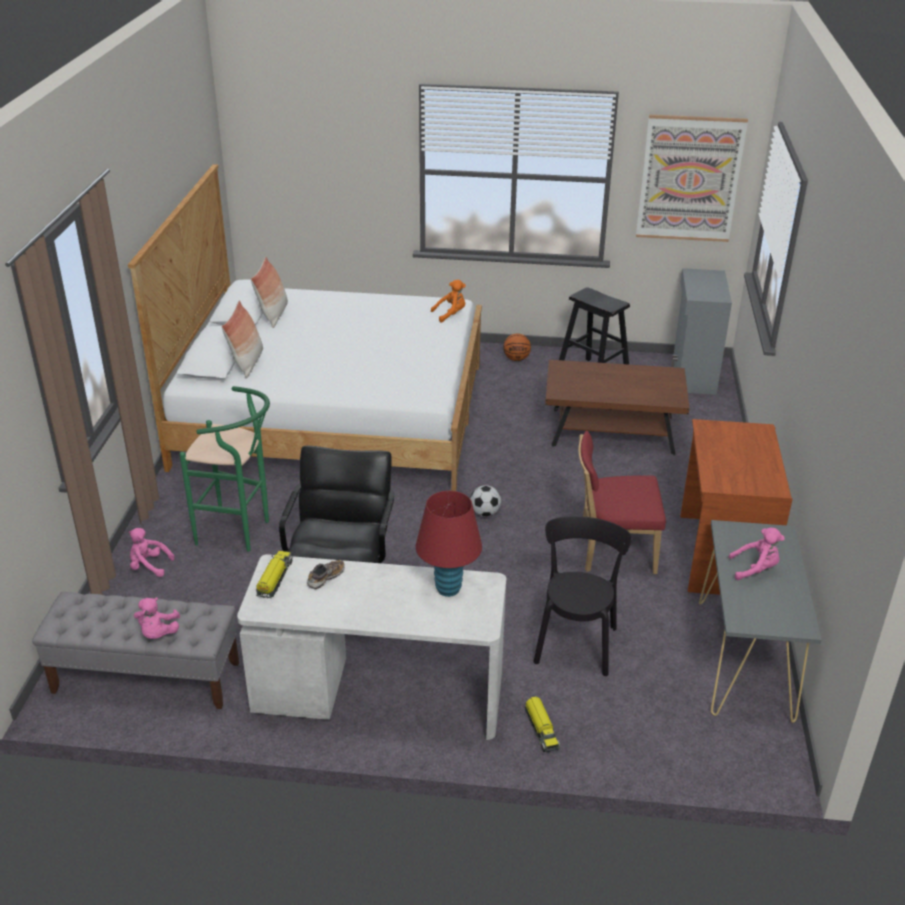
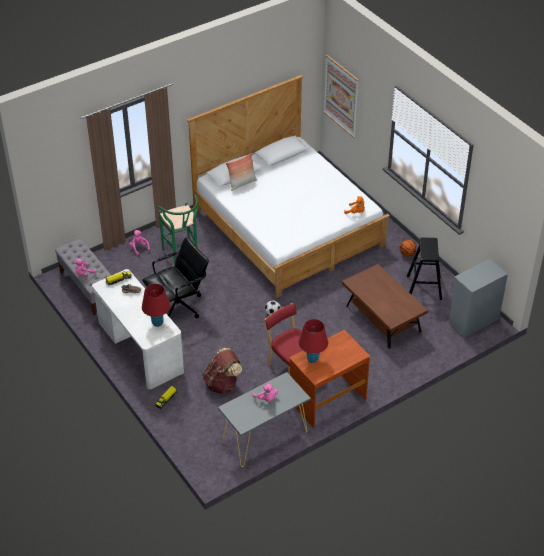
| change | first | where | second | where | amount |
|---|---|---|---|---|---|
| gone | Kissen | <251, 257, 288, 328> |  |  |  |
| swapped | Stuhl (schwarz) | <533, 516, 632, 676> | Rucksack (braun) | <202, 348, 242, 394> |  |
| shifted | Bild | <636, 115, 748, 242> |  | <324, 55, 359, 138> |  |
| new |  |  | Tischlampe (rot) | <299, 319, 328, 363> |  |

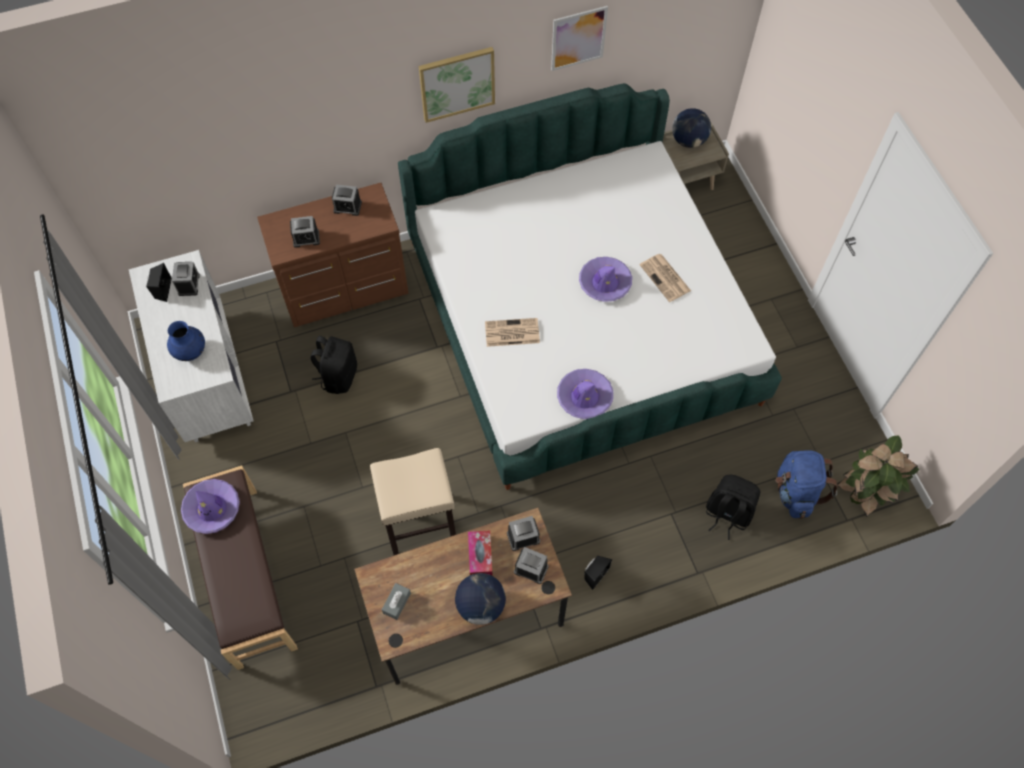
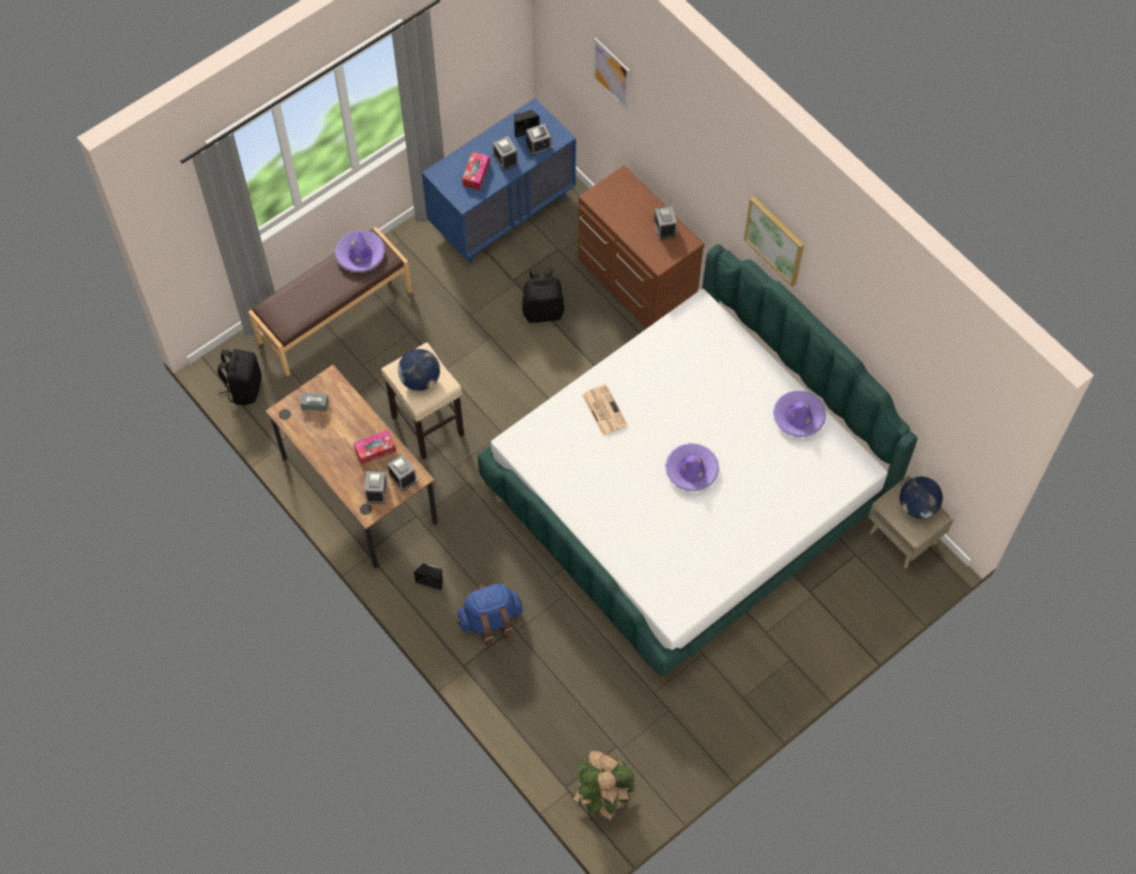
| change | first | where | second | where | amount |
|---|---|---|---|---|---|
| repainted | Kommode (weiß) | <129, 250, 253, 442> | Kommode (blau) | <422, 98, 576, 263> |  |
| swapped | Vase (blau) | <167, 321, 205, 361> | Taschentuchbox | <462, 152, 490, 190> |  |
| shifted | Wecker | <290, 216, 320, 248> |  | <493, 136, 518, 171> |  |
| shifted | Globus | <455, 573, 506, 625> |  | <398, 349, 440, 391> |  |
| shifted | Bild | <551, 6, 608, 71> |  | <593, 37, 630, 110> |  |
| shifted | Hut (lila) | <557, 369, 613, 419> |  | <773, 391, 826, 437> |  |
| gone | Zeitung | <640, 254, 691, 302> |  |  |  |
| shifted | Rucksack (schwarz) | <706, 475, 760, 540> |  | <218, 349, 261, 405> |  |
| shifted | Rucksack (blau) | <775, 450, 837, 518> |  | <456, 584, 523, 646> |  |

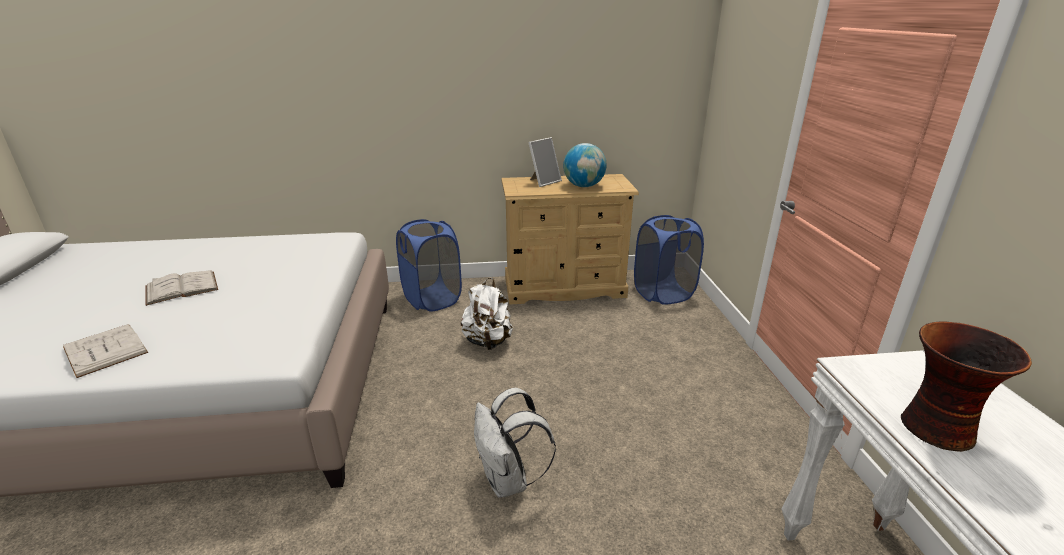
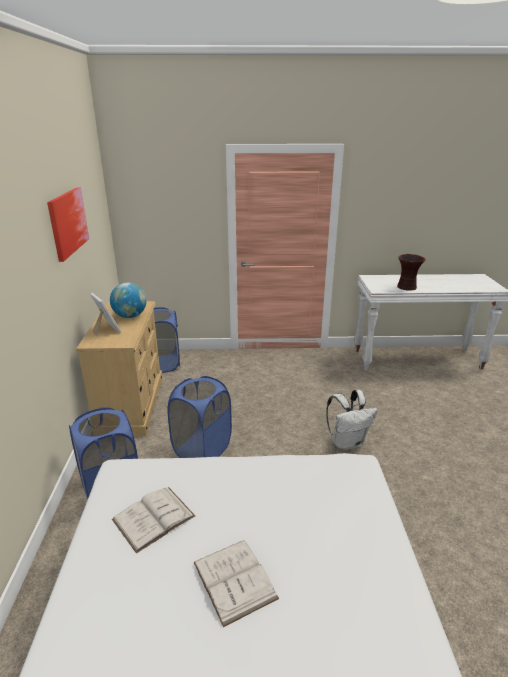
| change | first | where | second | where | amount |
|---|---|---|---|---|---|
| shifted | Buch (weiß) | <63, 324, 148, 378> |  | <112, 487, 195, 553> |  |
| swapped | Rucksack (weiß) | <461, 278, 513, 350> | Wäschekorb (blau) | <167, 376, 232, 458> |  |
| new |  |  | Bild | <47, 187, 89, 262> |  |

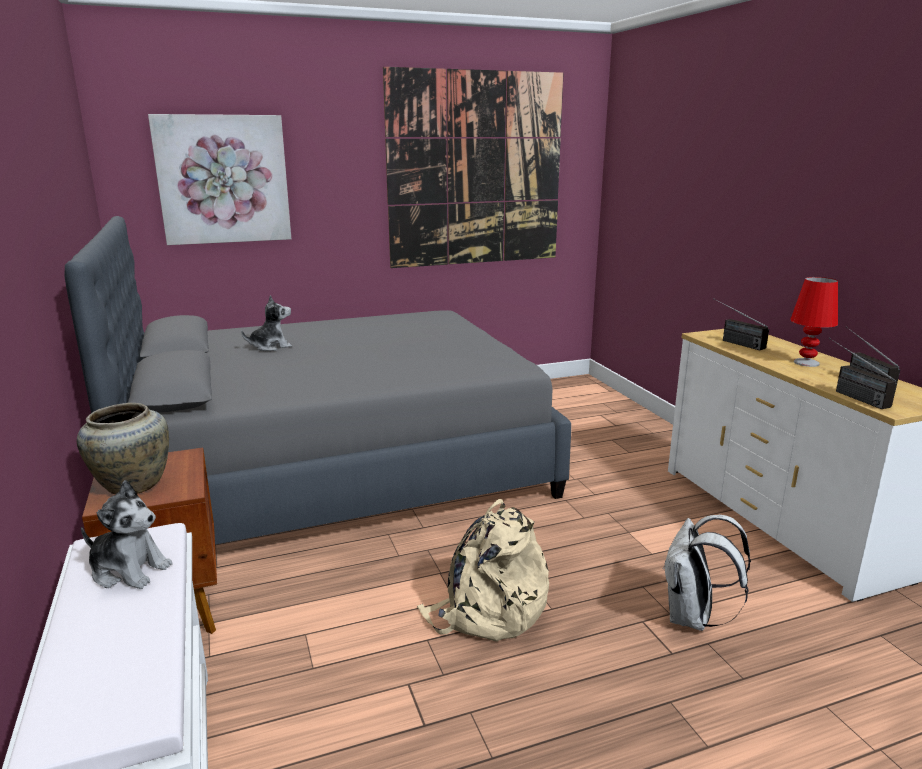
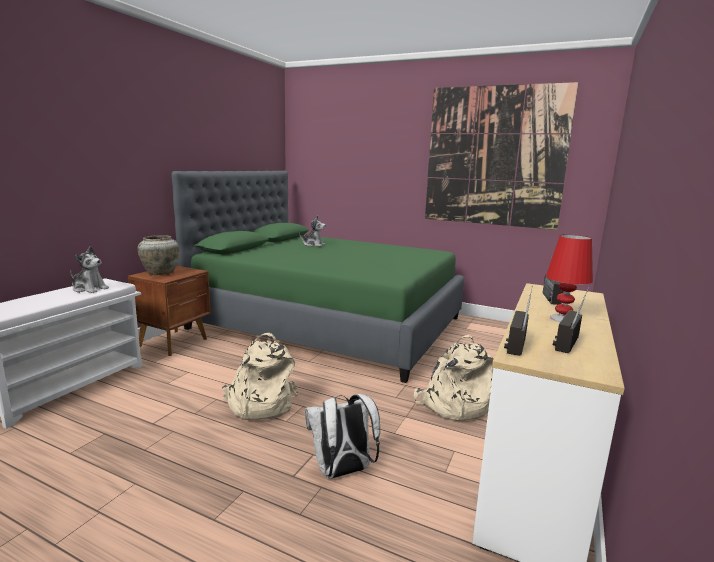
| change | first | where | second | where | amount |
|---|---|---|---|---|---|
| repainted | Bett (grau) | <64, 216, 571, 545> | Bett (grün) | <171, 171, 464, 383> |  |
| rotated | Plüschtier | <81, 480, 172, 589> |  | <70, 246, 109, 293> | 45 degrees counterclockwise |
| gone | Bild | <148, 114, 291, 245> |  |  |  |
| new |  |  | Rucksack (beige) | <414, 335, 493, 421> |  |

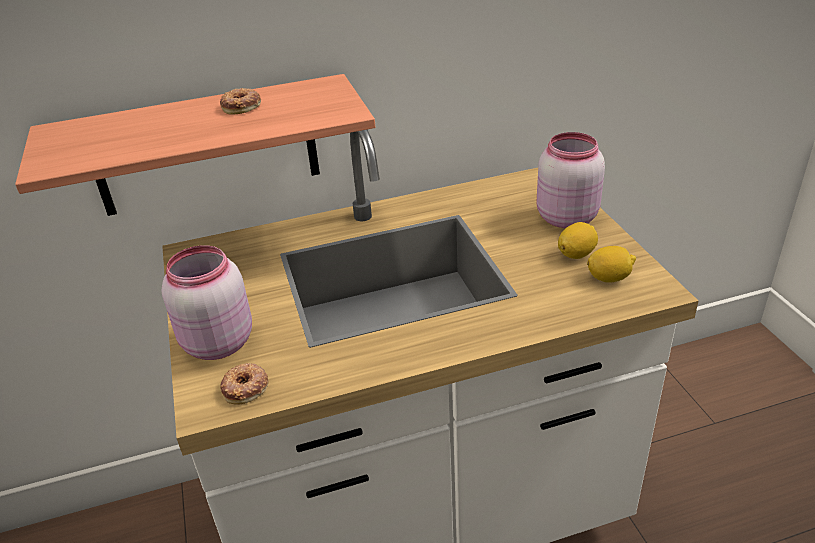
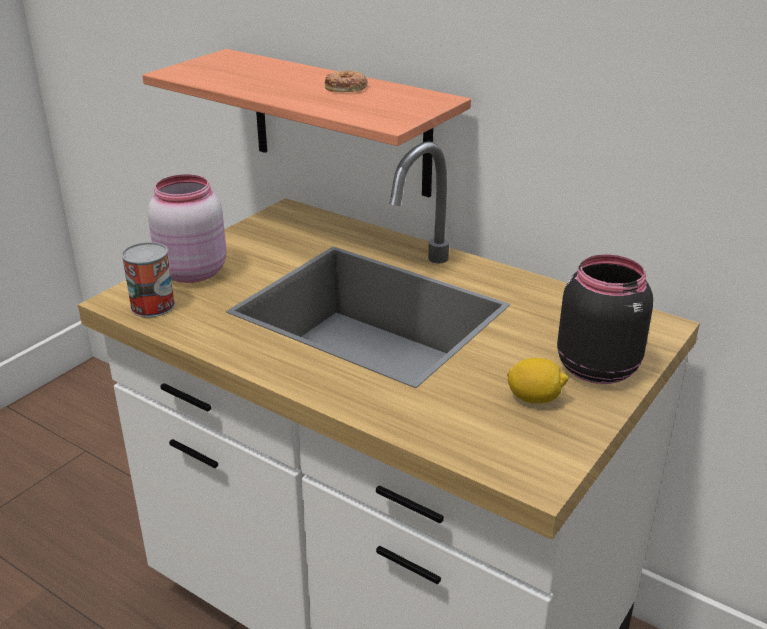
| change | first | where | second | where | amount |
|---|---|---|---|---|---|
| swapped | Donut | <220, 363, 268, 404> | Dose | <121, 242, 175, 317> |  |
| repainted | Vorratsglas (rosa) | <537, 132, 605, 228> | Vorratsglas (schwarz) | <557, 255, 653, 384> |  |
| gone | Zitrone | <587, 246, 636, 282> |  |  |  |

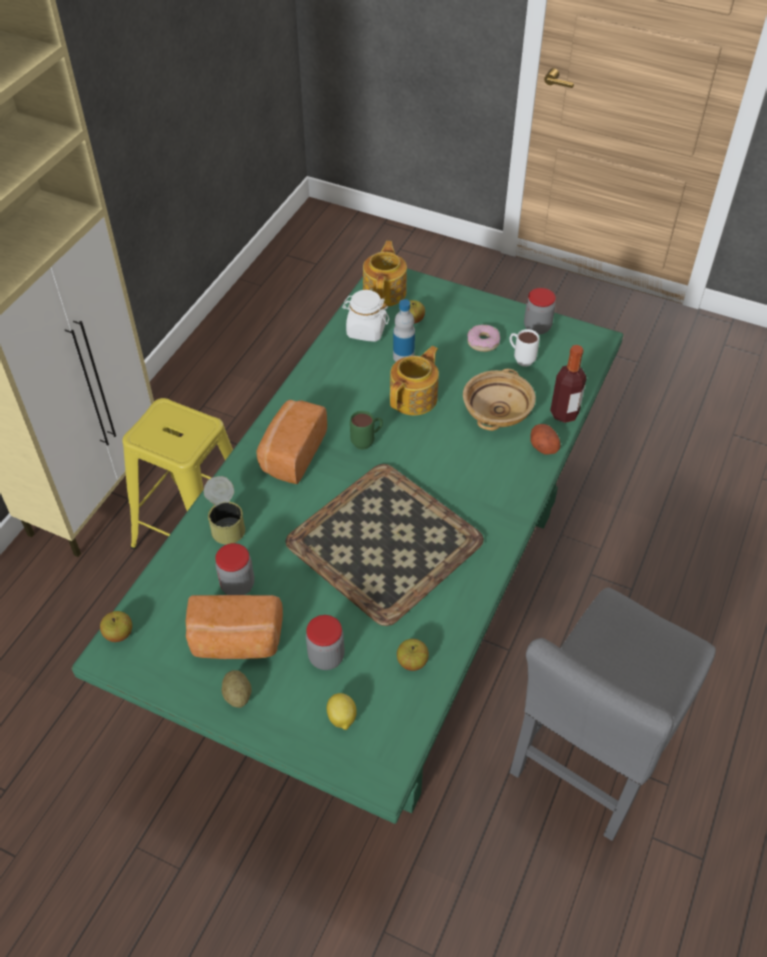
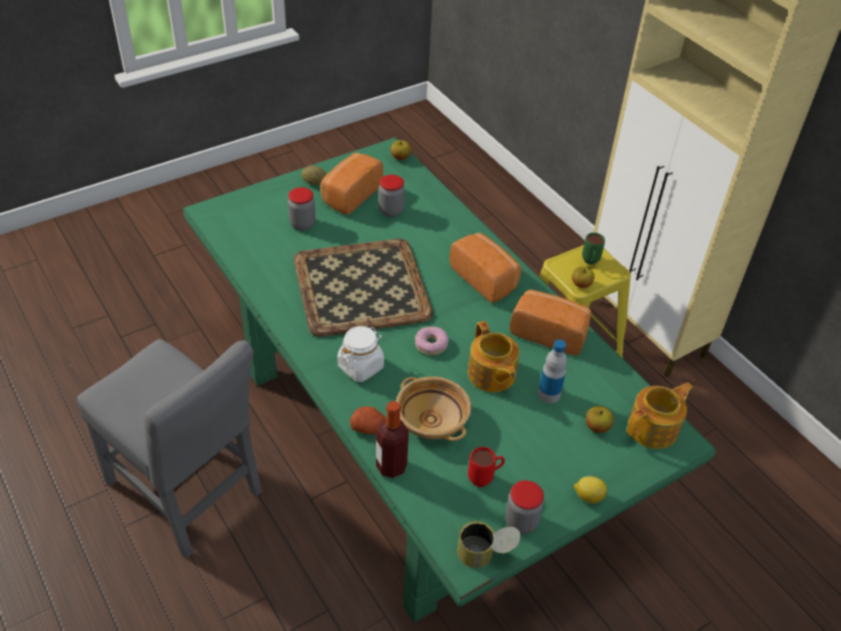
| change | first | where | second | where | amount |
|---|---|---|---|---|---|
| shifted | Dose | <203, 476, 245, 544> |  | <457, 521, 521, 568> |  |
| shifted | Zitrone | <327, 693, 357, 730> |  | <574, 476, 607, 504> |  |
| shifted | Vorratsglas (weiß) | <342, 290, 389, 342> |  | <337, 326, 384, 382> |  |
| shifted | Henkelbecher (grün) | <350, 411, 383, 450> |  | <582, 233, 605, 265> |  |
| rotated | Teekanne | <363, 241, 407, 306> |  | <627, 382, 693, 449> | 75 degrees counterclockwise |
| shifted | Apfel | <397, 639, 429, 671> |  | <572, 267, 594, 288> |  |
| shifted | Donut | <467, 325, 500, 352> |  | <415, 327, 449, 355> |  |
| repainted | Henkelbecher (weiß) | <509, 329, 539, 367> | Henkelbecher (rot) | <468, 447, 505, 487> |  |
| rotated | Stuhl (grau) | <510, 587, 716, 841> |  | <77, 339, 262, 558> | 150 degrees clockwise |
| new |  |  | Brot | <510, 290, 592, 356> |  |

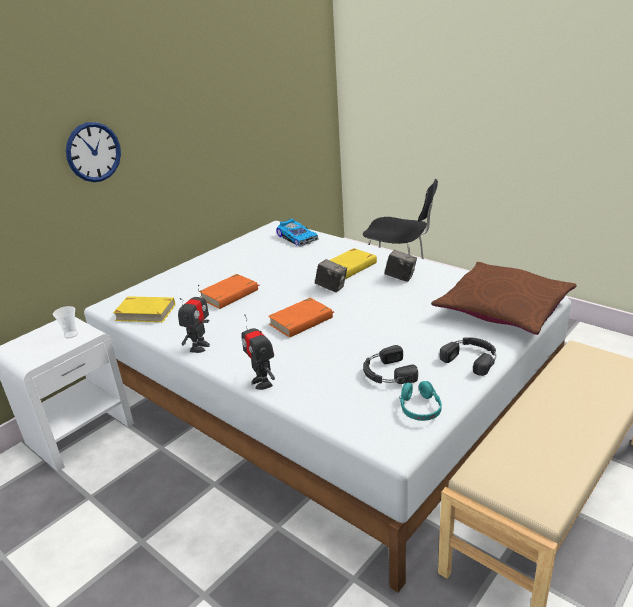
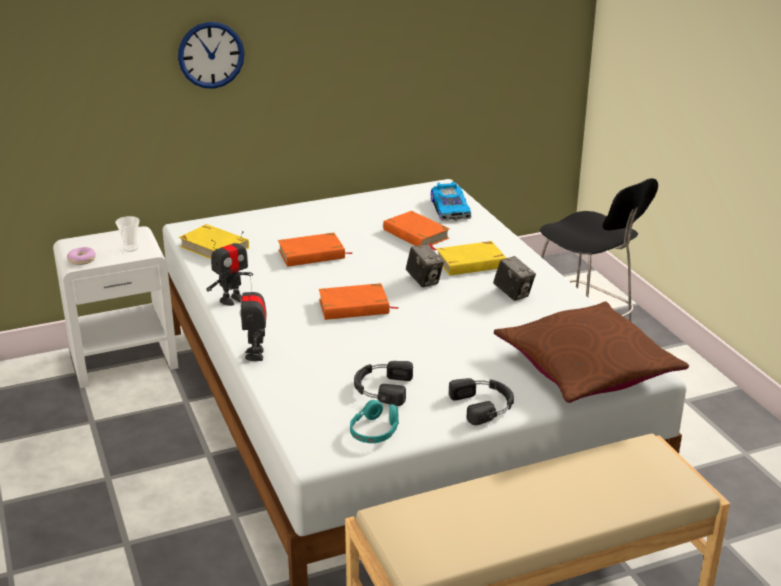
| change | first | where | second | where | amount |
|---|---|---|---|---|---|
| new |  |  | Donut | <67, 247, 96, 265> |  |
| new |  |  | Buch (orange) | <383, 211, 449, 251> |  |

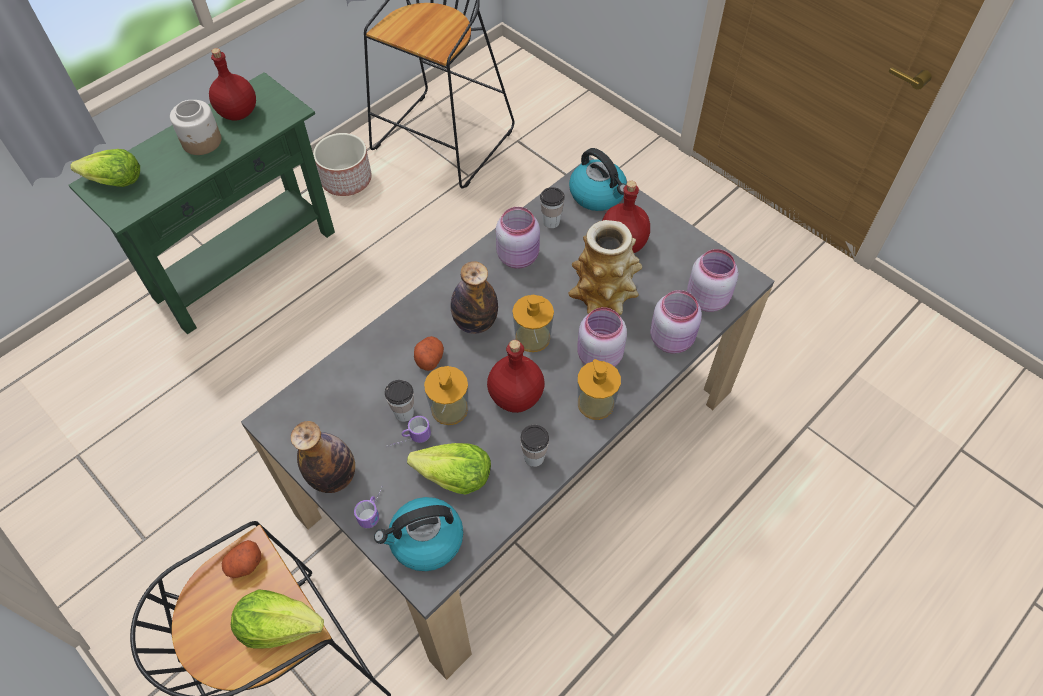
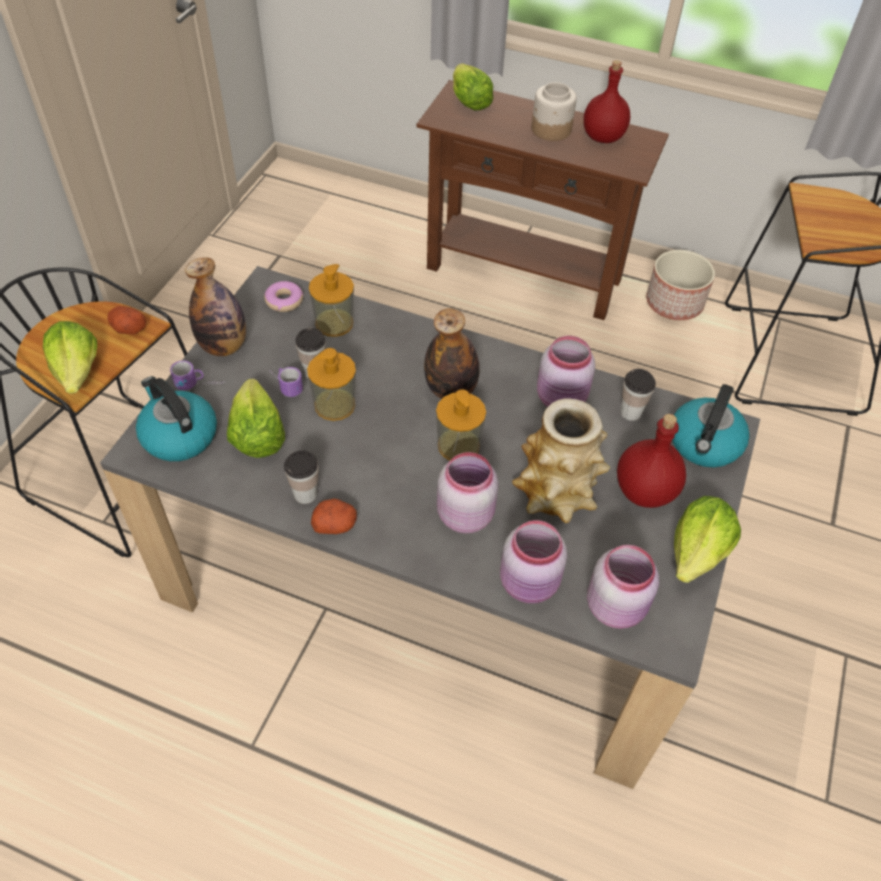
| change | first | where | second | where | amount |
|---|---|---|---|---|---|
| repainted | Konsolentisch (grün) | <69, 72, 335, 334> | Konsolentisch (braun) | <416, 80, 669, 320> |  |
| shifted | Kartoffel | <414, 336, 444, 371> |  | <311, 499, 357, 534> |  |
| gone | Flasche (rot) | <487, 340, 545, 413> |  |  |  |
| shifted | Seifenspender | <578, 359, 621, 420> |  | <309, 264, 354, 337> |  |
| new |  |  | Donut | <264, 281, 304, 312> |  |
| new |  |  | Salatkopf | <674, 496, 741, 583> |  |

